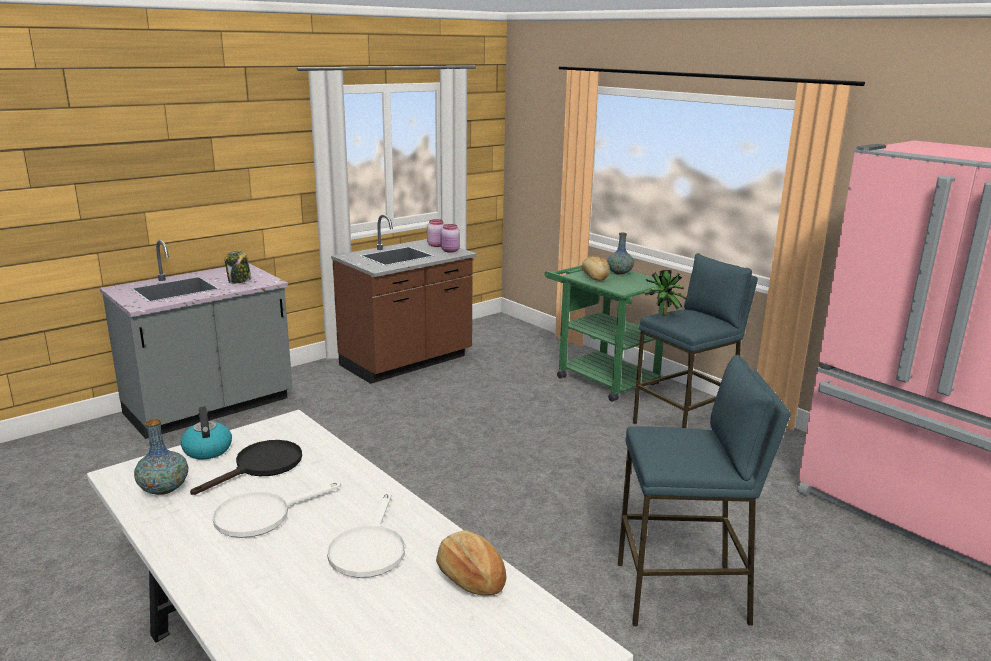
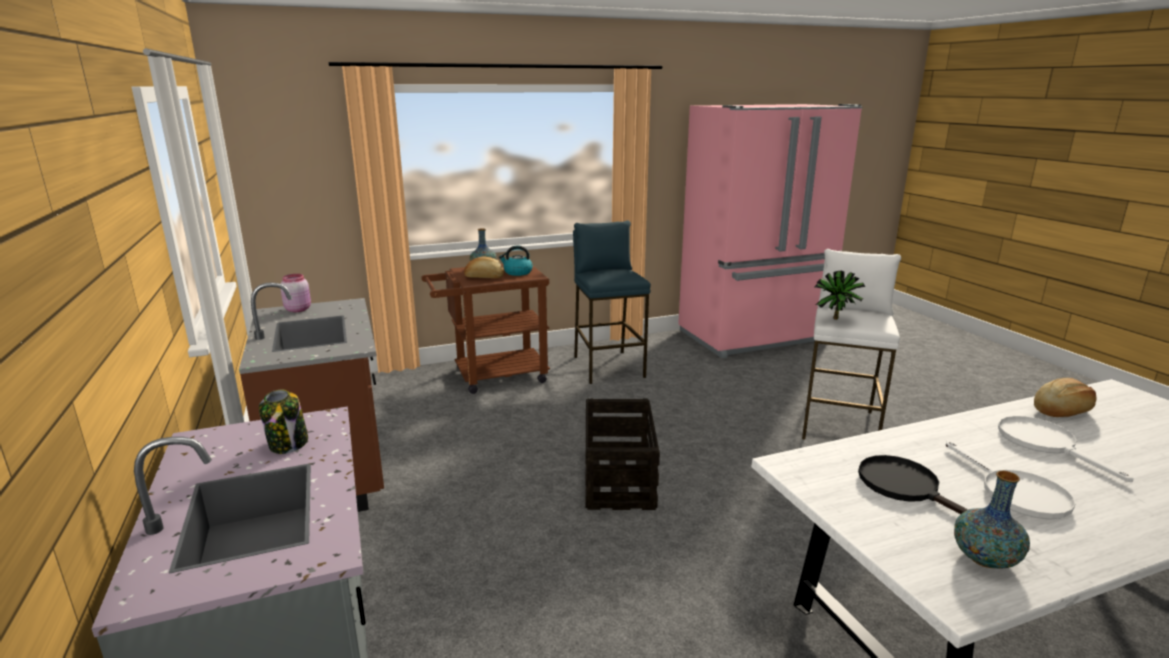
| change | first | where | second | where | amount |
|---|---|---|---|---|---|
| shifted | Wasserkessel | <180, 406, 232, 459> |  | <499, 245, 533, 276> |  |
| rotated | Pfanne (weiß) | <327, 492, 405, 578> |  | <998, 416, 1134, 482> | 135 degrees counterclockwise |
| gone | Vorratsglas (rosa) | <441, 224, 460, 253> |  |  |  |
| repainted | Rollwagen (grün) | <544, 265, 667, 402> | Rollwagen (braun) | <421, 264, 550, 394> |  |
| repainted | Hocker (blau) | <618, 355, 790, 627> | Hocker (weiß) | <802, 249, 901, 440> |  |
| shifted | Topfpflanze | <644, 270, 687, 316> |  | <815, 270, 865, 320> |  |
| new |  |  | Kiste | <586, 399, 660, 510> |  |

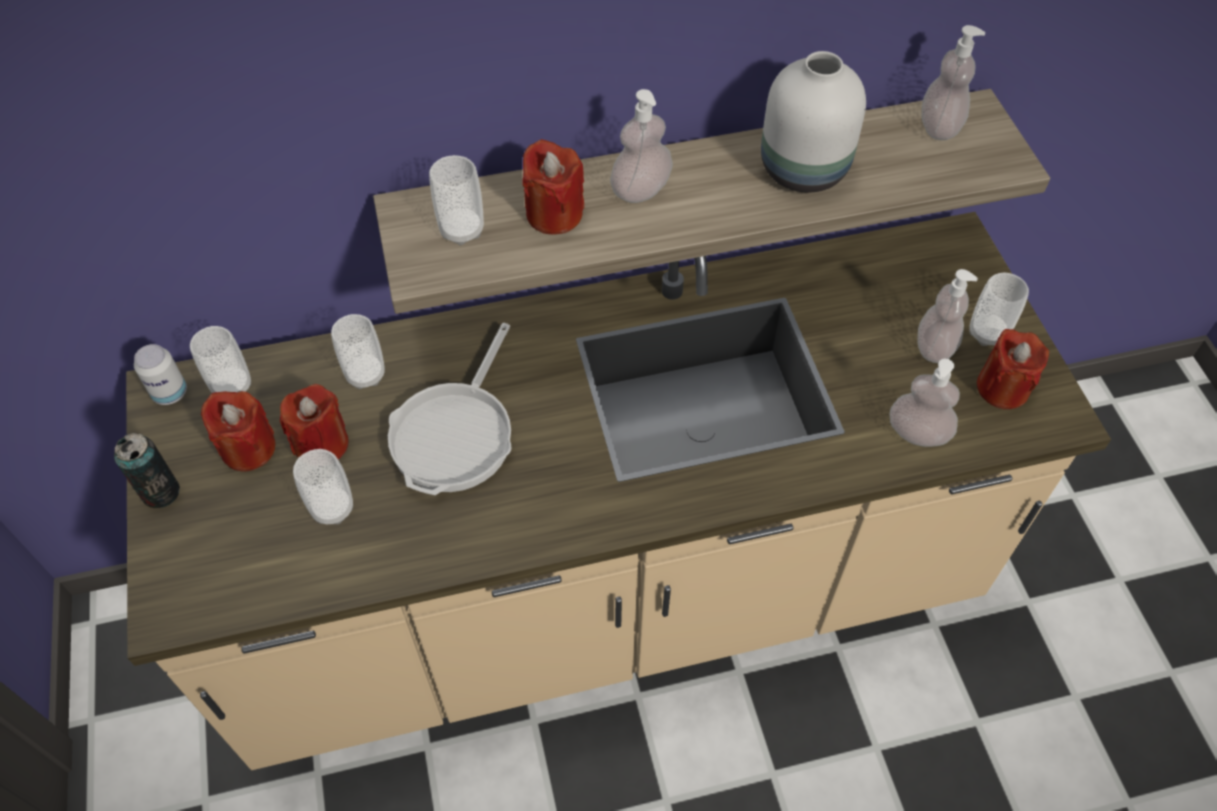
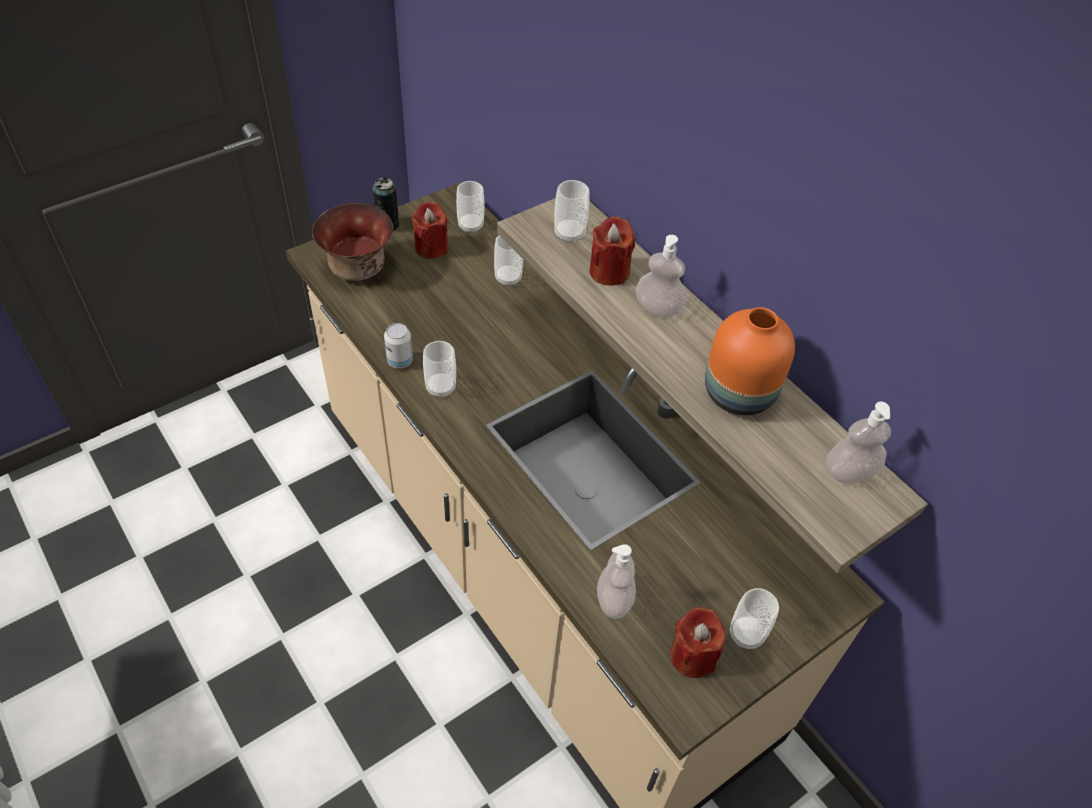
| change | first | where | second | where | amount |
|---|---|---|---|---|---|
| shifted | Dose | <134, 344, 187, 405> |  | <384, 323, 413, 369> |  |
| gone | Kerze (rot) | <280, 384, 349, 460> |  |  |  |
| shifted | Tasse | <293, 449, 353, 525> |  | <423, 341, 456, 398> |  |
| gone | Pfanne | <388, 323, 511, 495> |  |  |  |
| repainted | Vase (weiß) | <761, 51, 866, 193> | Vase (orange) | <705, 307, 795, 415> |  |
| gone | Seifenspender | <917, 269, 978, 363> |  |  |  |
| new |  |  | Schüssel | <312, 203, 394, 281> |  |

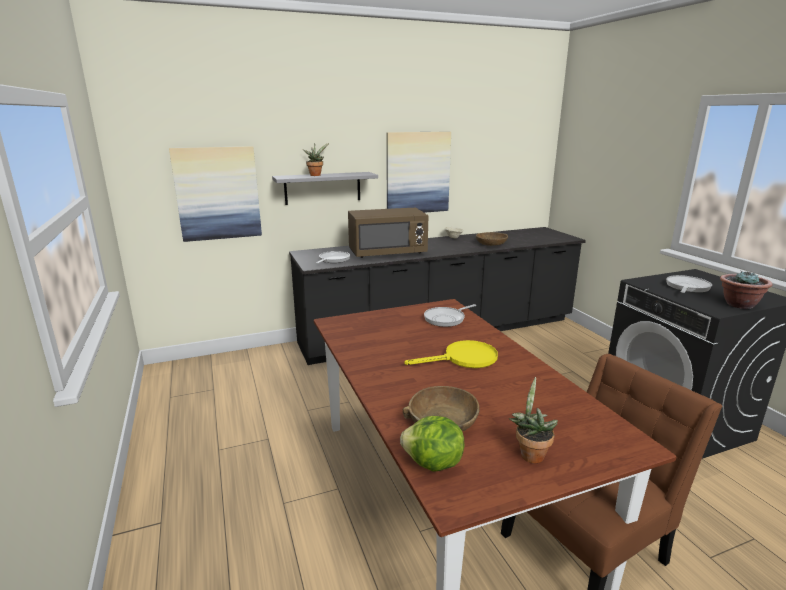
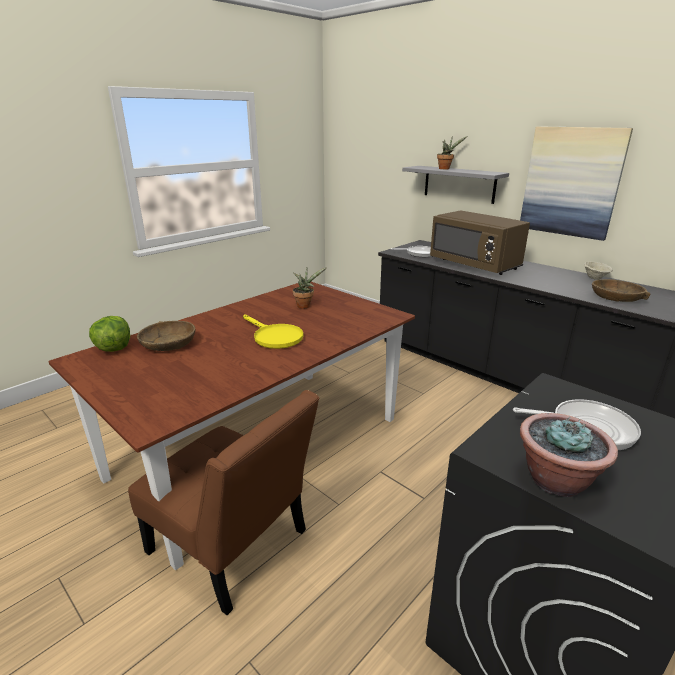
| change | first | where | second | where | amount |
|---|---|---|---|---|---|
| gone | Bild | <169, 146, 262, 242> |  |  |  |
| gone | Pfanne | <424, 304, 476, 327> |  |  |  |
| shifted | Topfpflanze | <509, 377, 558, 463> |  | <293, 267, 327, 309> |  |

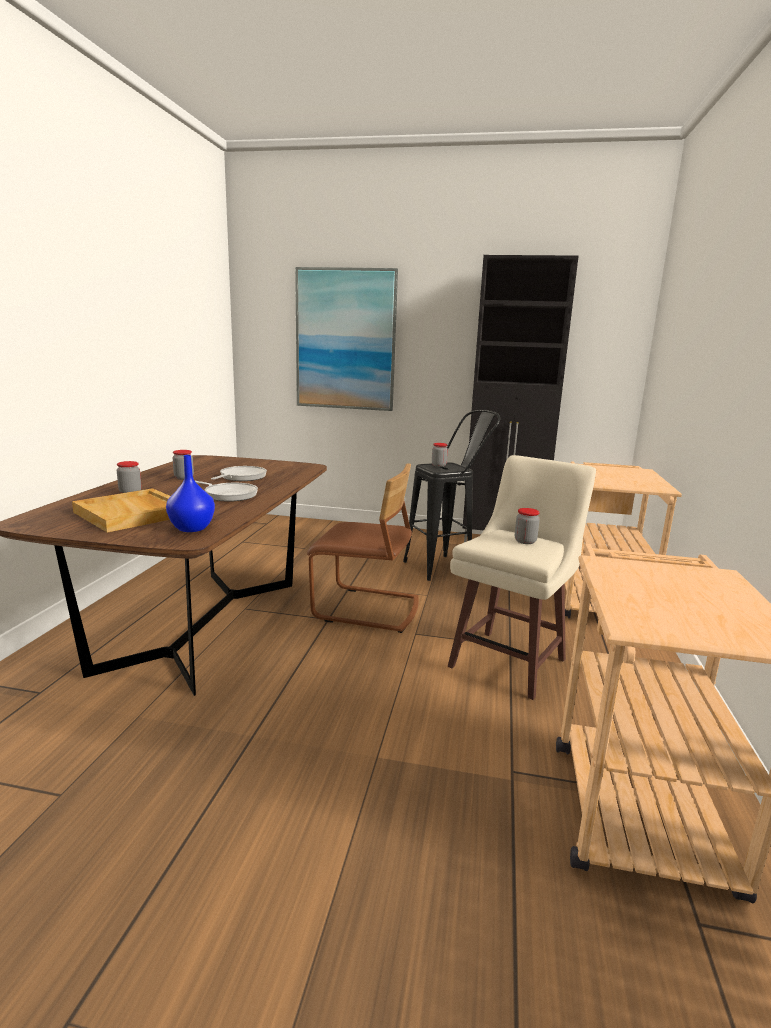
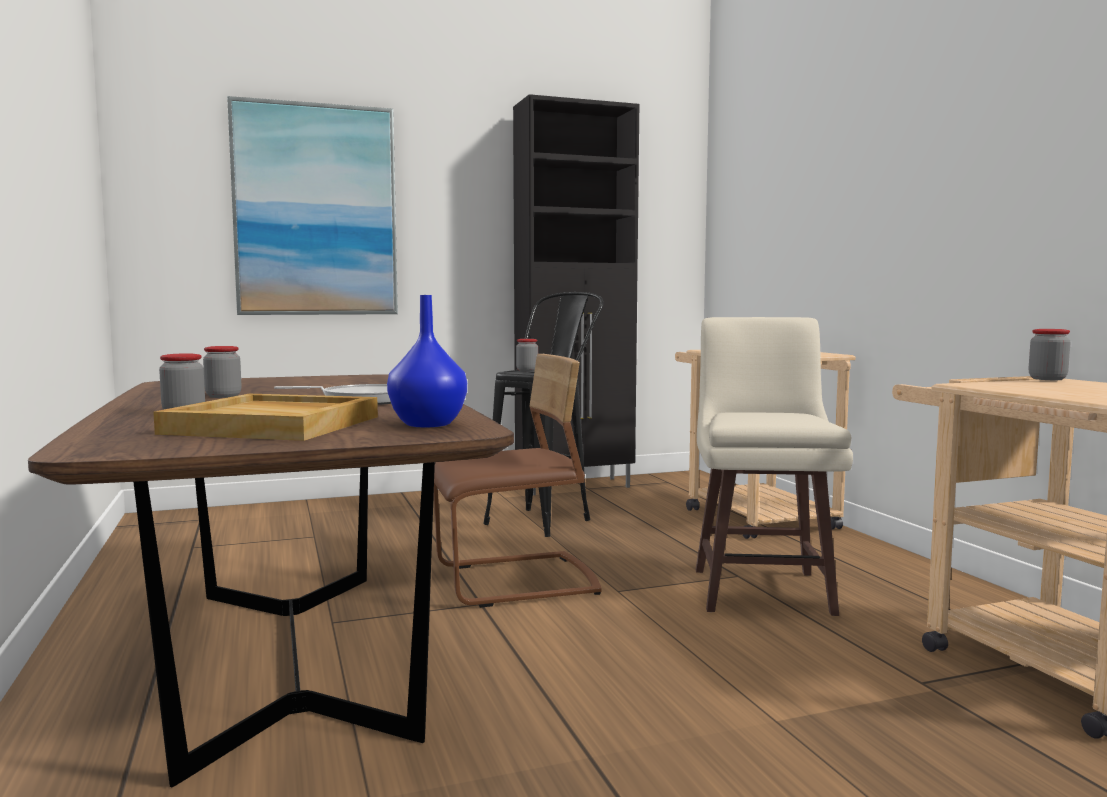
| change | first | where | second | where | amount |
|---|---|---|---|---|---|
| gone | Pfanne | <211, 466, 267, 481> |  |  |  |
| shifted | Vorratsglas | <515, 508, 540, 544> |  | <1029, 329, 1071, 380> |  |

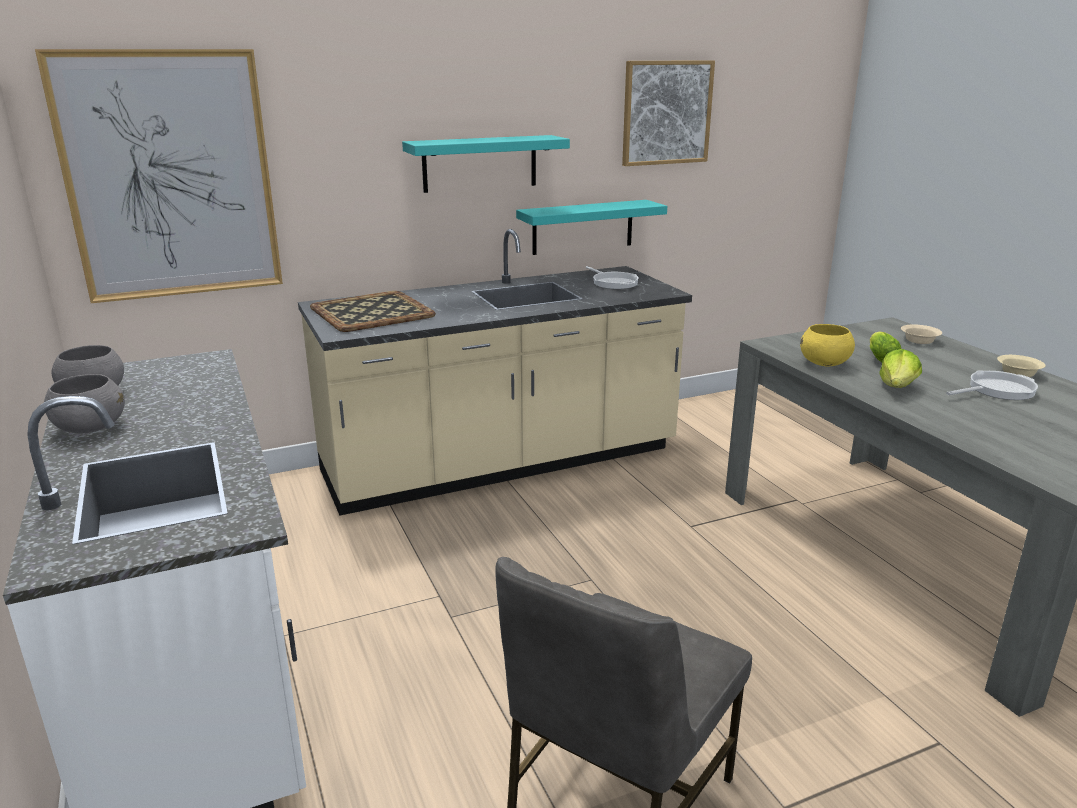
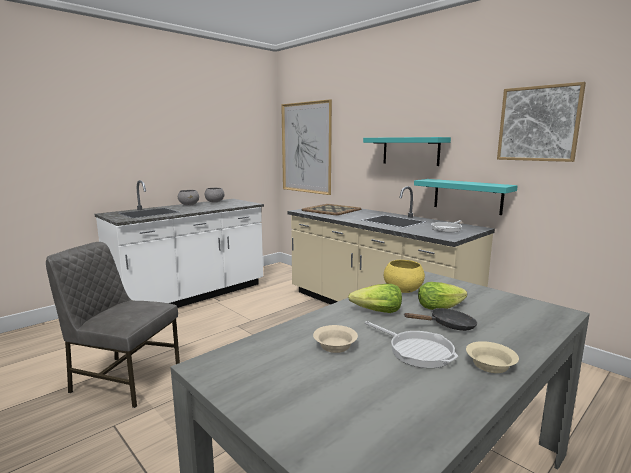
| change | first | where | second | where | amount |
|---|---|---|---|---|---|
| shifted | Schüssel (beige) | <901, 325, 942, 344> |  | <313, 325, 358, 353> |  |
| new |  |  | Pfanne (schwarz) | <404, 308, 477, 331> |  |

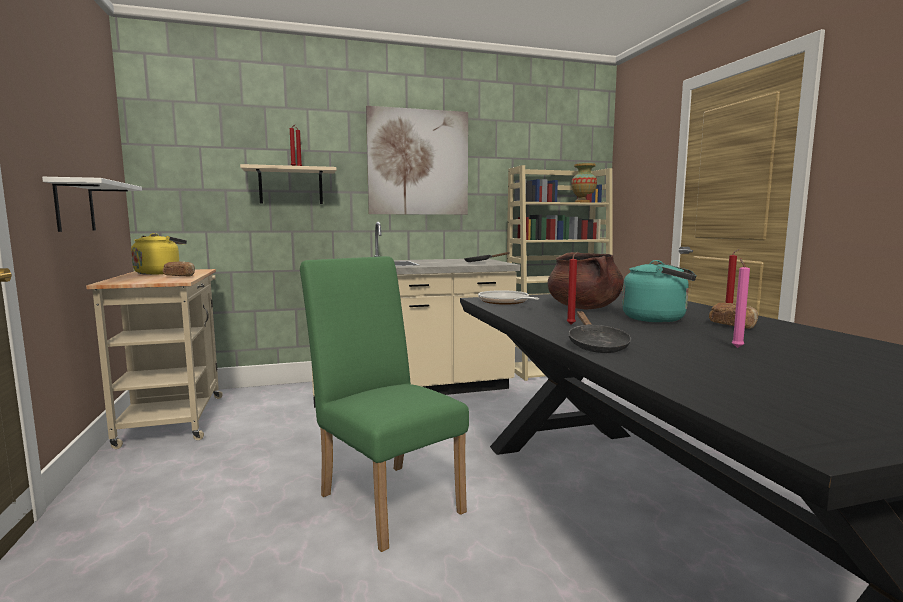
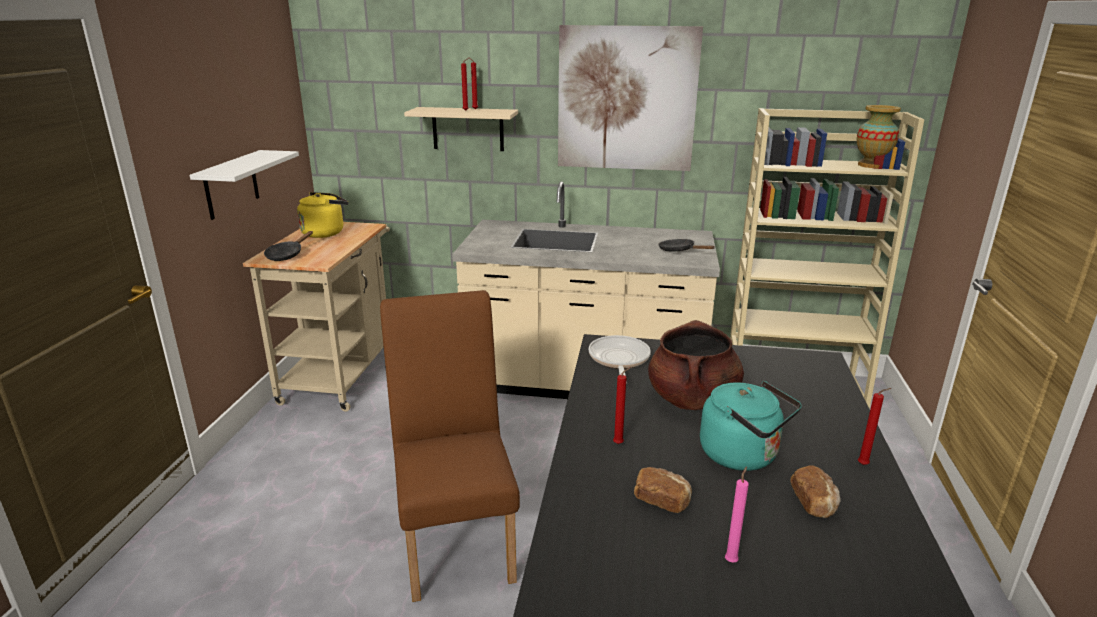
| change | first | where | second | where | amount |
|---|---|---|---|---|---|
| shifted | Brot | <163, 261, 195, 276> |  | <634, 467, 692, 513> |  |
| repainted | Stuhl (grün) | <300, 256, 469, 552> | Stuhl (braun) | <380, 290, 520, 602> |  |
| shifted | Pfanne (schwarz) | <569, 311, 631, 353> |  | <264, 231, 313, 261> |  |

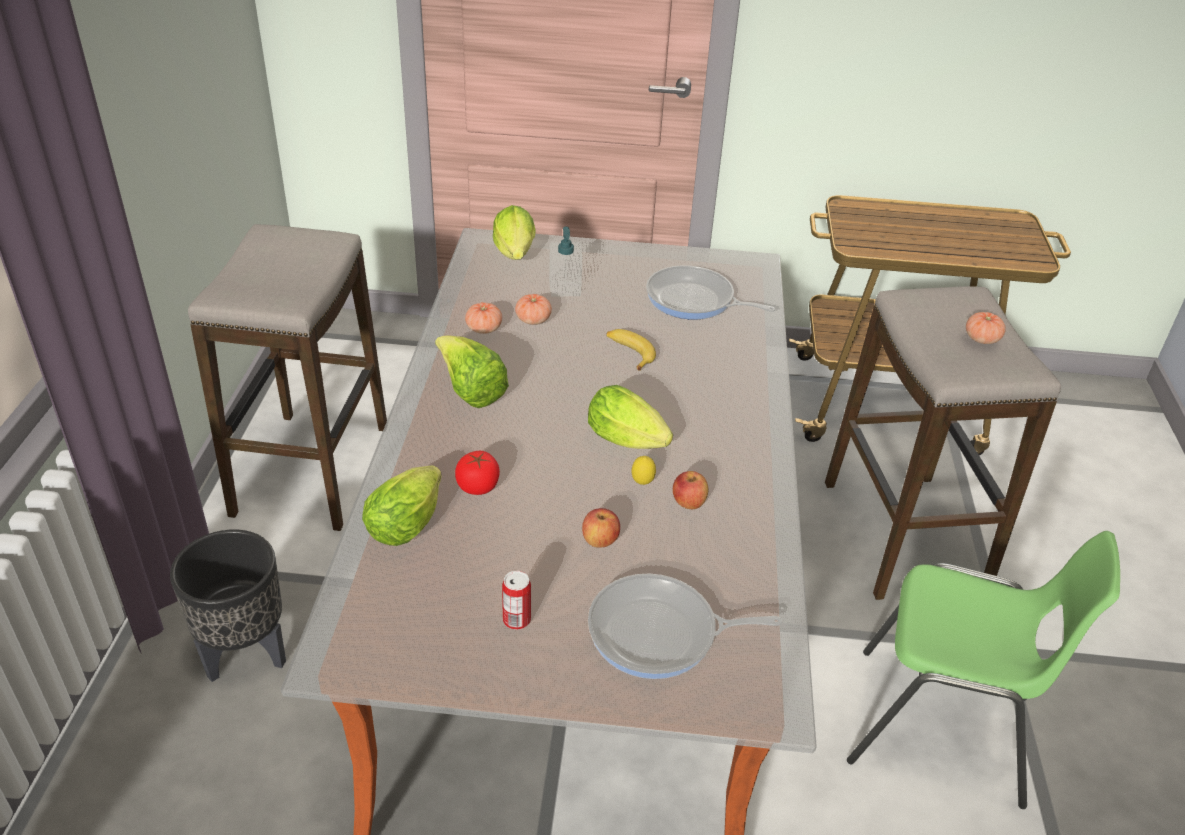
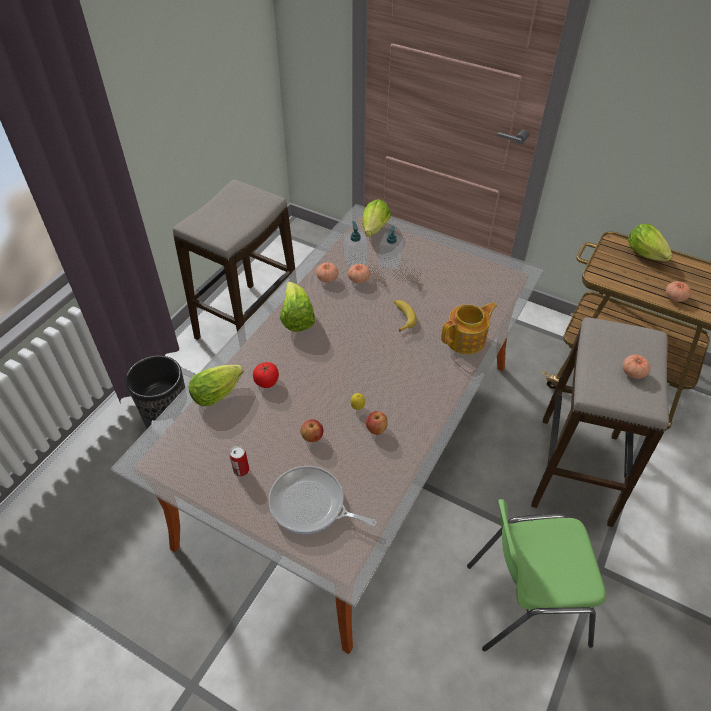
| change | first | where | second | where | amount |
|---|---|---|---|---|---|
| shifted | Salatkopf | <588, 385, 673, 449> |  | <628, 224, 673, 261> |  |
| gone | Pfanne | <646, 265, 775, 320> |  |  |  |
| rotated | Stuhl (grün) | <847, 531, 1120, 809> |  | <467, 499, 606, 651> | 135 degrees clockwise |
| new |  |  | Seifenspender | <344, 221, 367, 267> |  |
| new |  |  | Teekanne | <441, 302, 497, 354> |  |
| new |  |  | Tomate | <666, 281, 691, 302> |  |

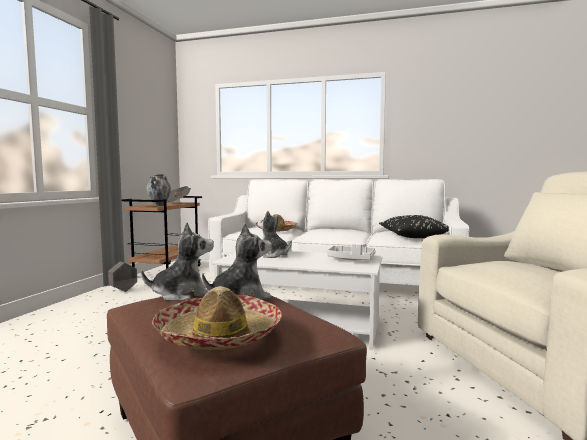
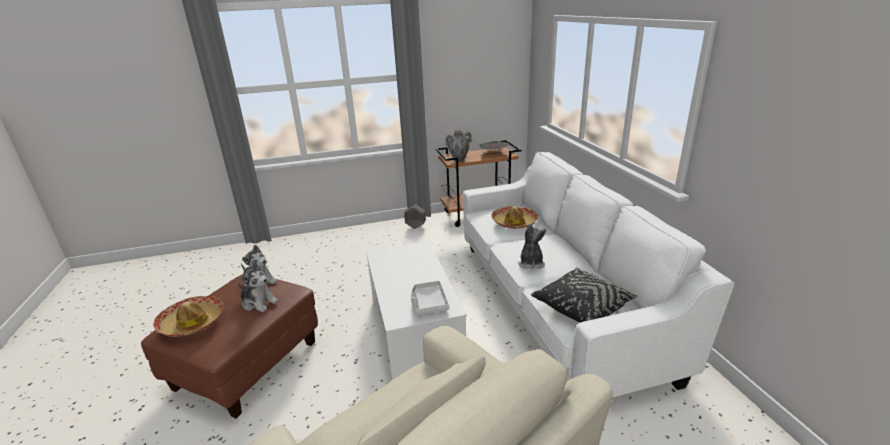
| change | first | where | second | where | amount |
|---|---|---|---|---|---|
| shifted | Plüschtier | <258, 211, 292, 258> |  | <518, 224, 547, 269> |  |

